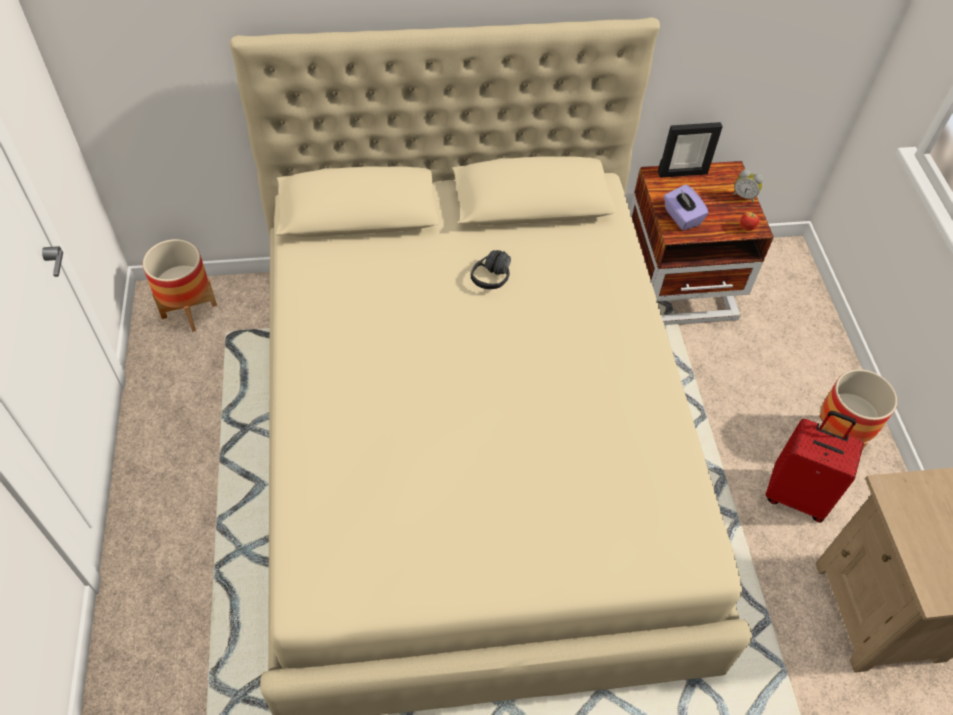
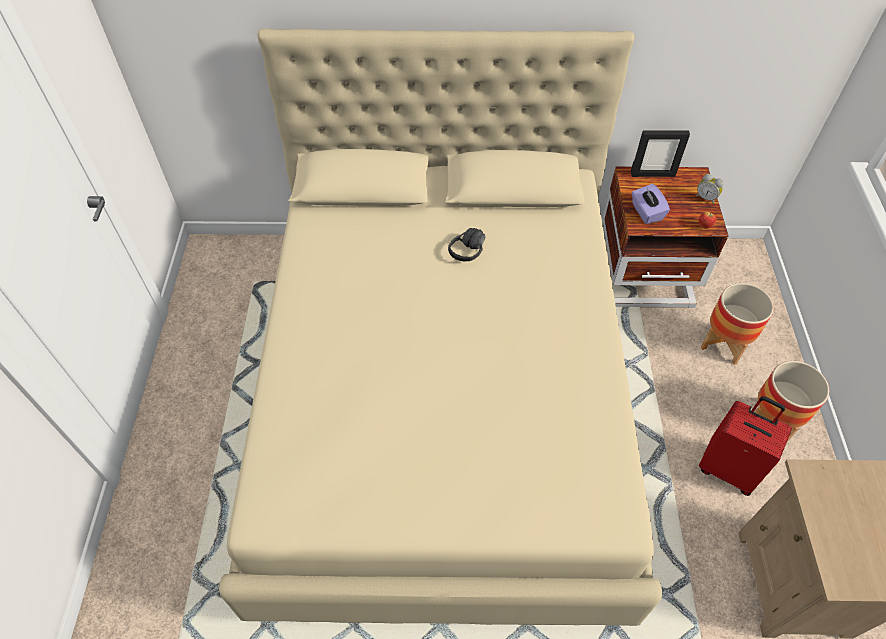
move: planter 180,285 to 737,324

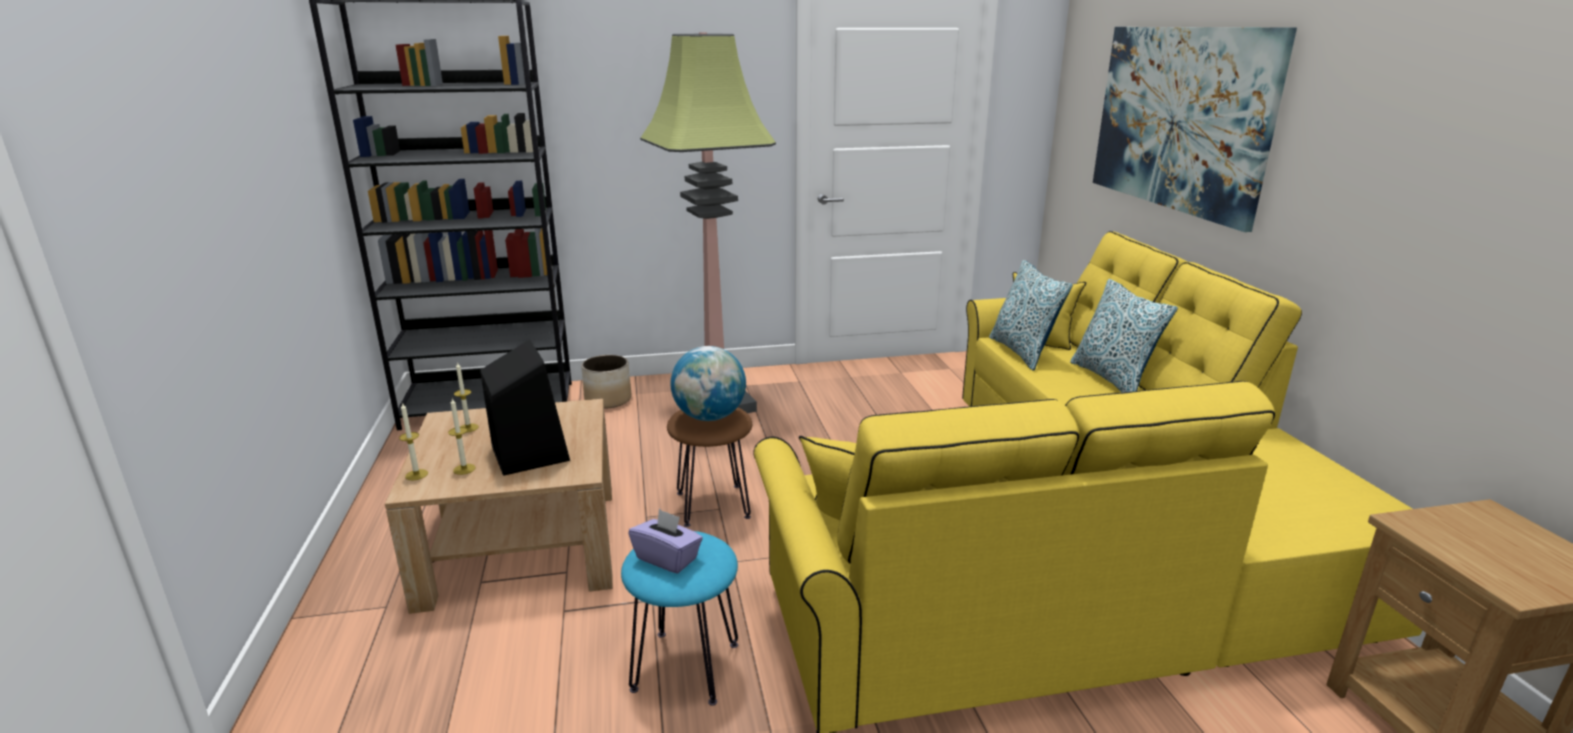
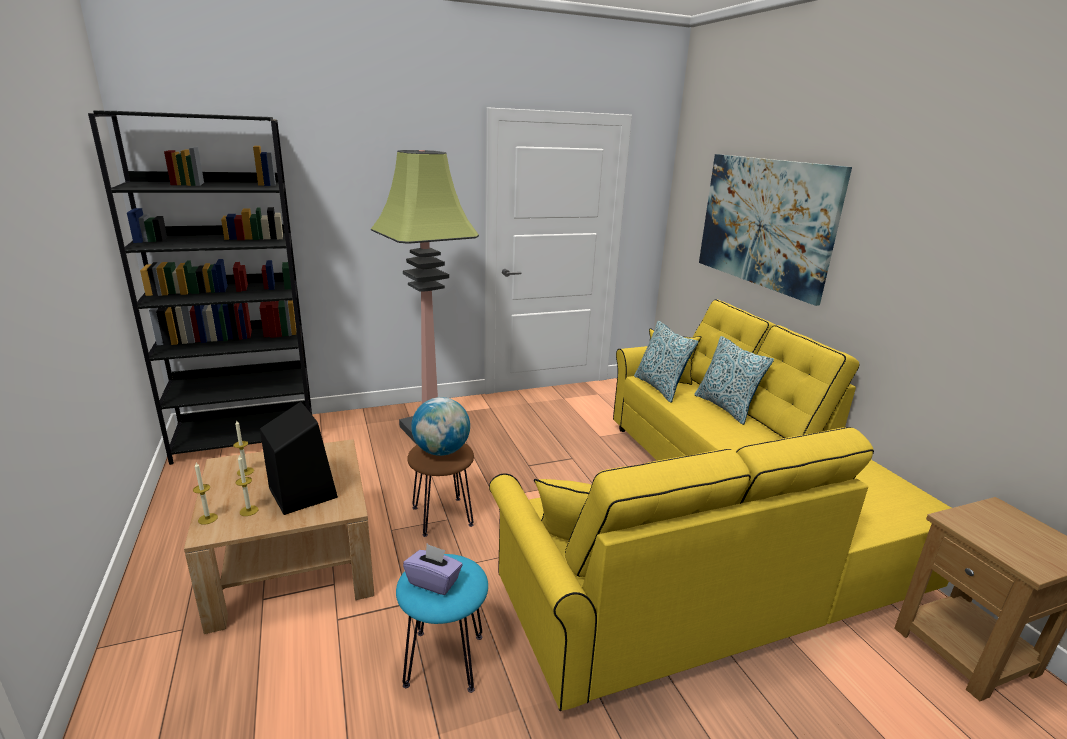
delete: planter 606,382

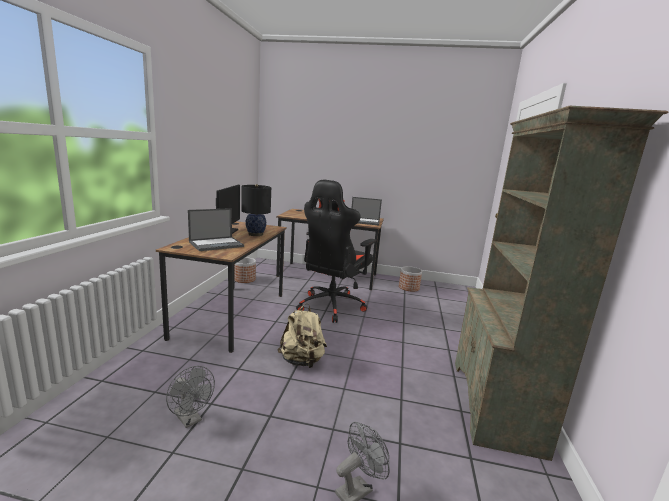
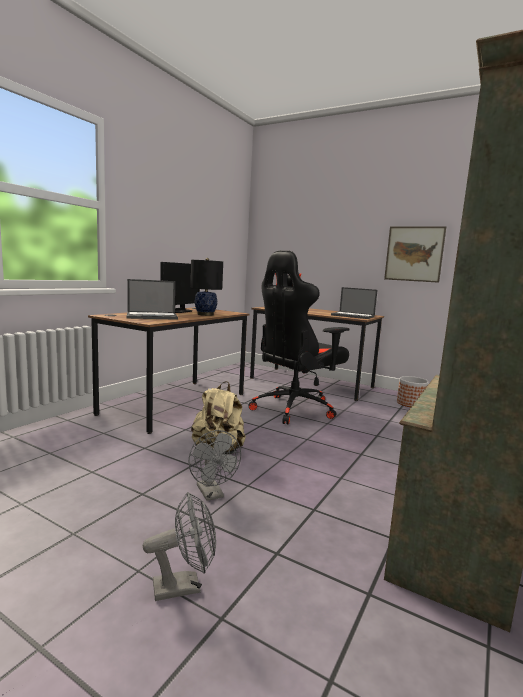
delete: planter 245,270
insert: picture 415,255
move: fan in grey 190,397 to 215,465

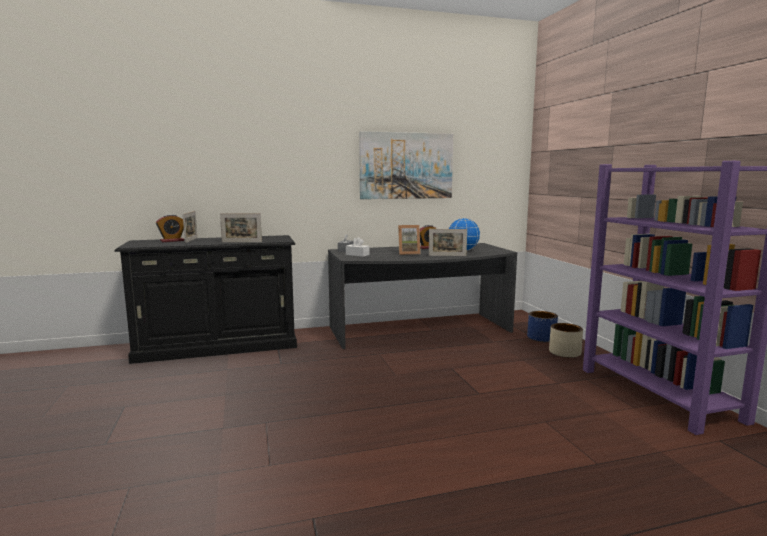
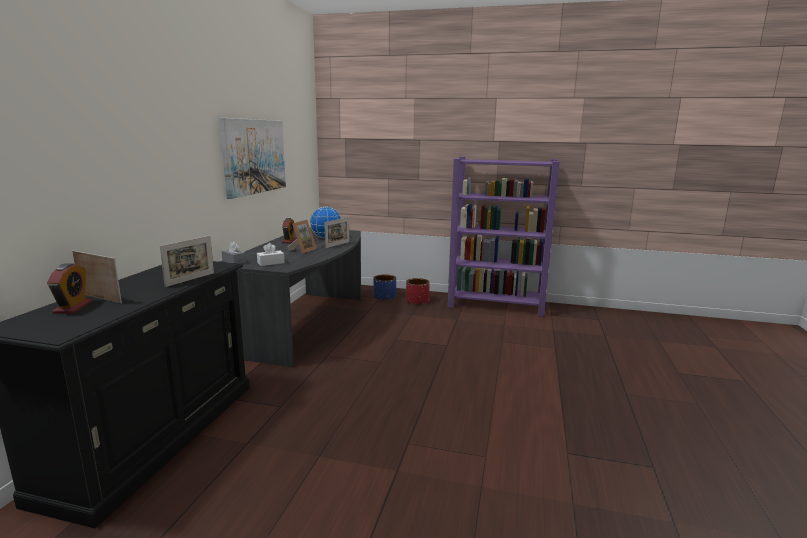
recolor: planter in beige 566,340 to planter in red 418,291

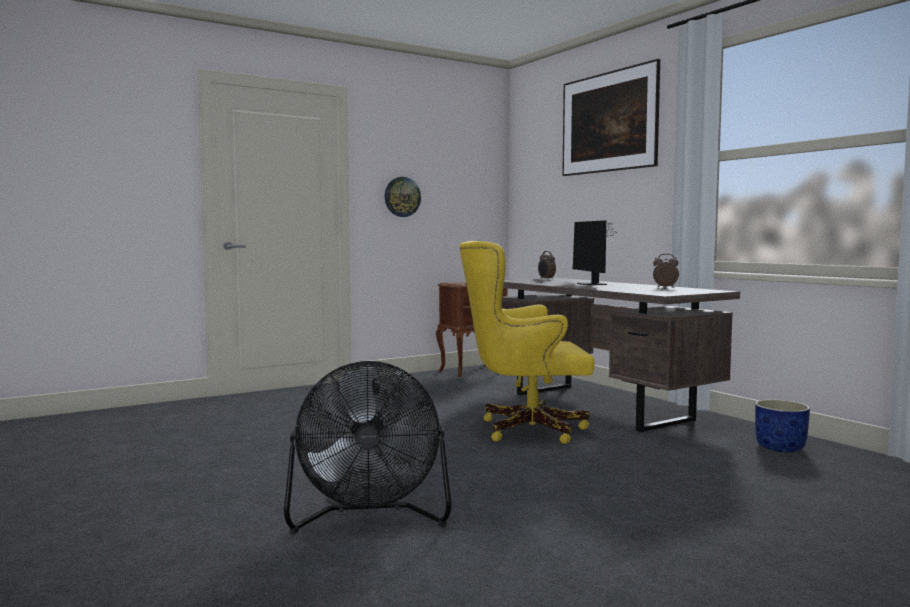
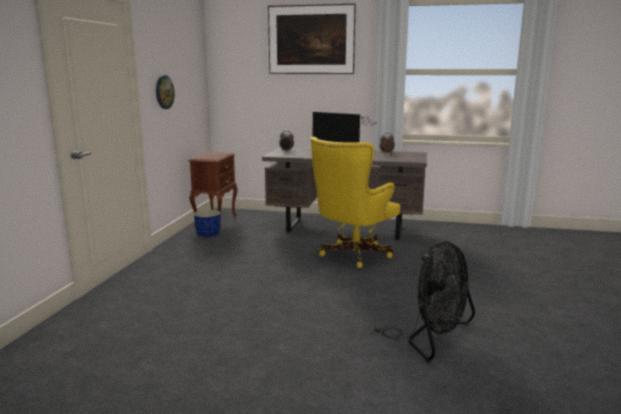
move: planter in blue 782,426 to 207,223

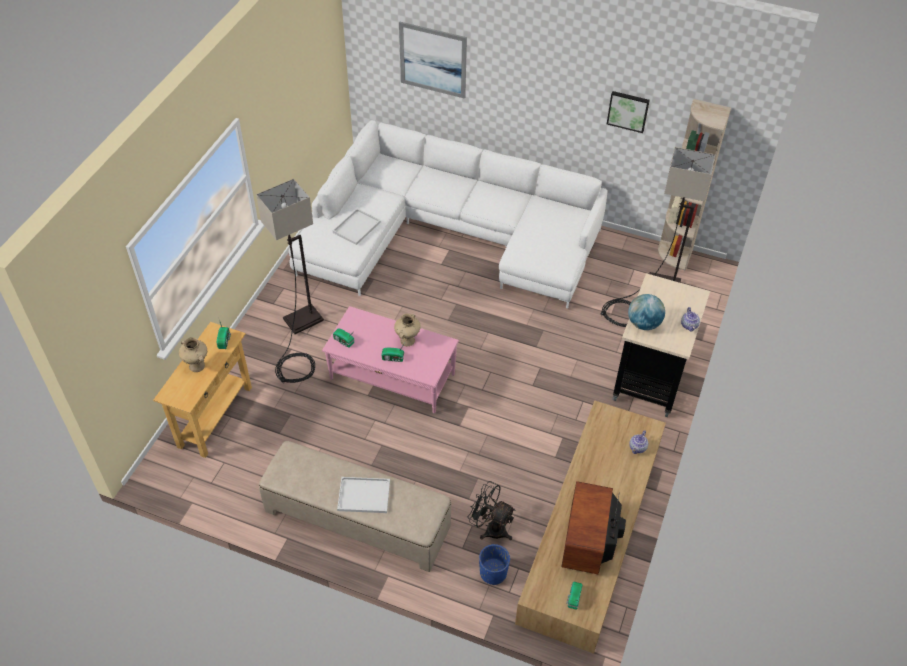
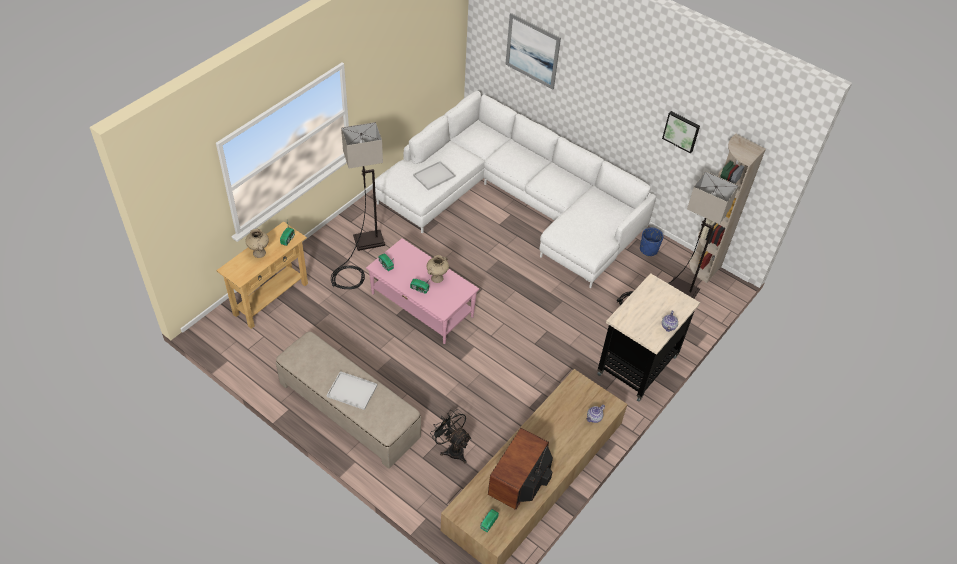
delete: globe 646,312
move: planter in blue 494,564 to 652,241

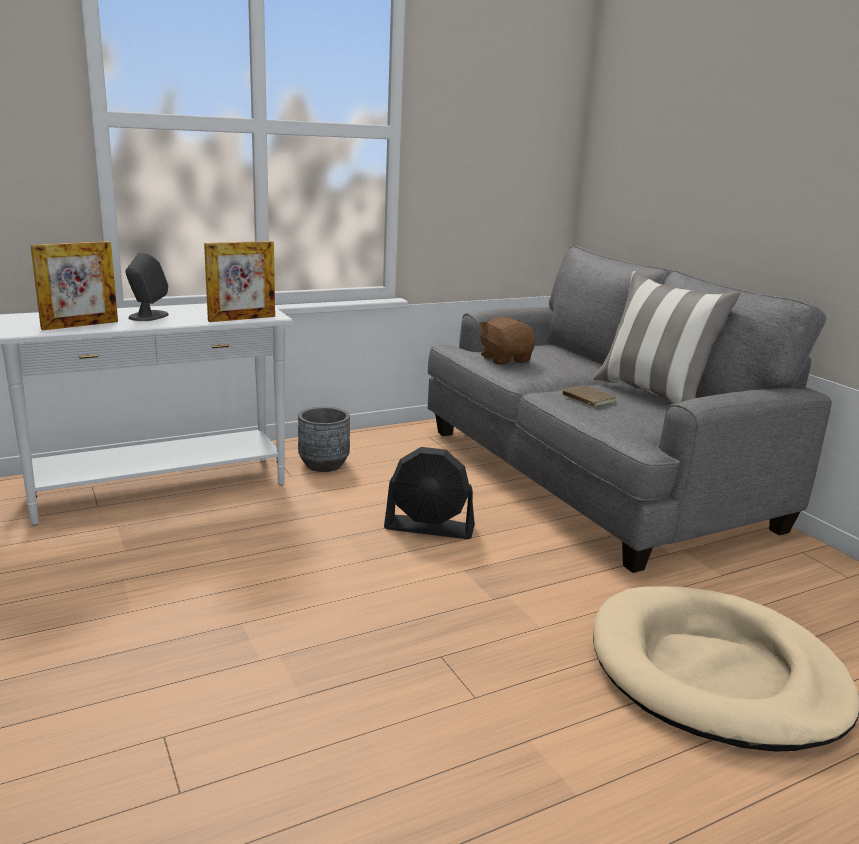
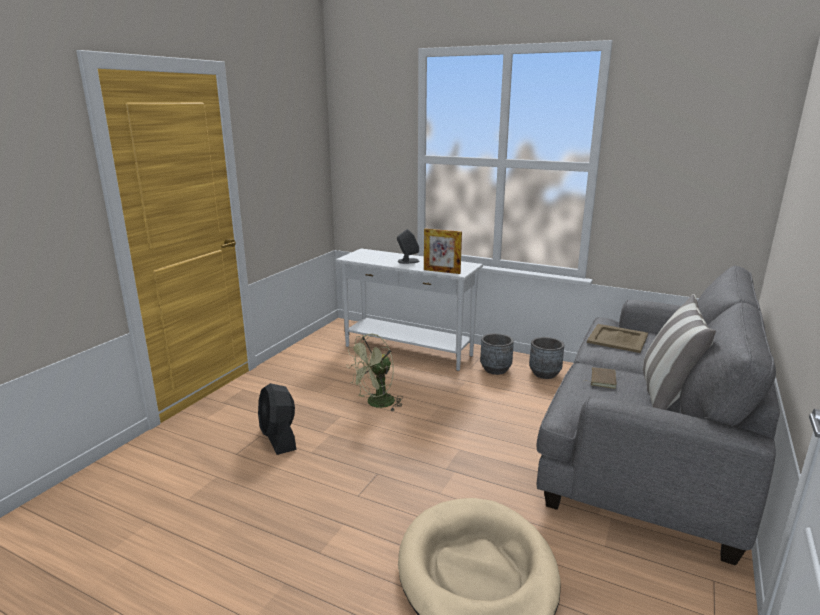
delete: picture frame 74,285
insert: fan in green 374,373; planter in grey 546,358
move: fan in black 429,493 to 277,419
replace: plush toy in brown 507,341 to tray in beige 617,338

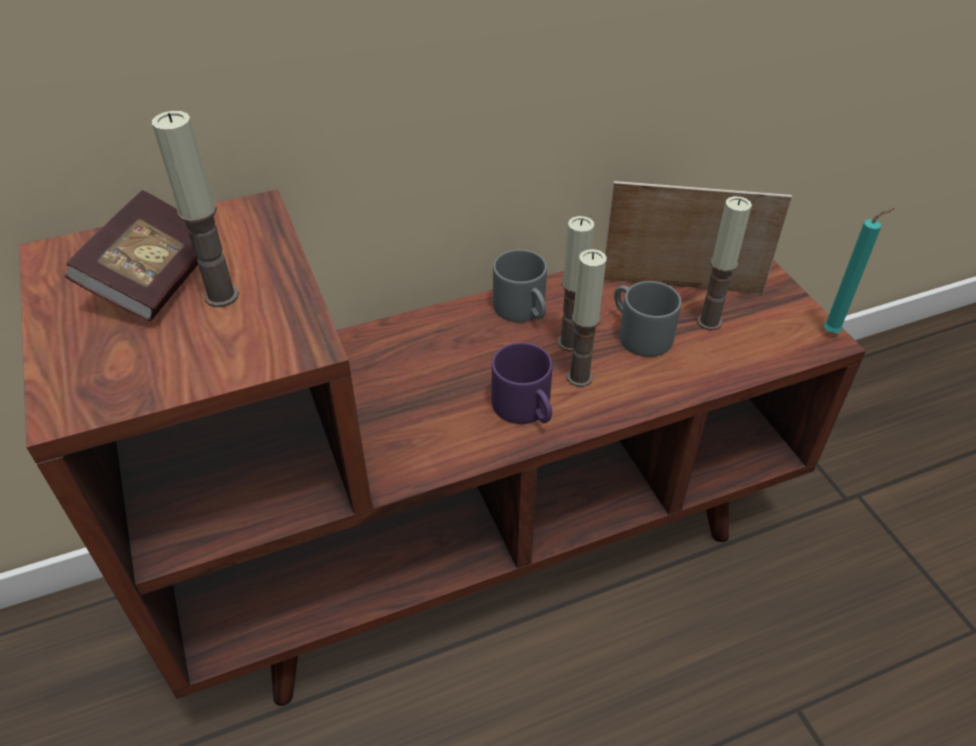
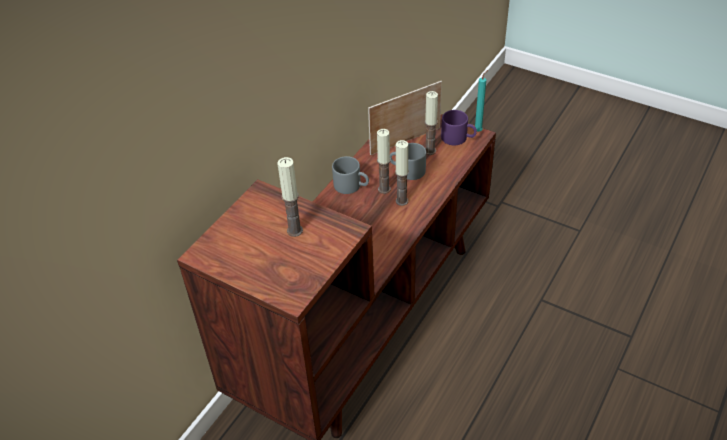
delete: book 131,255
move: mug in purple 522,383 to 459,128

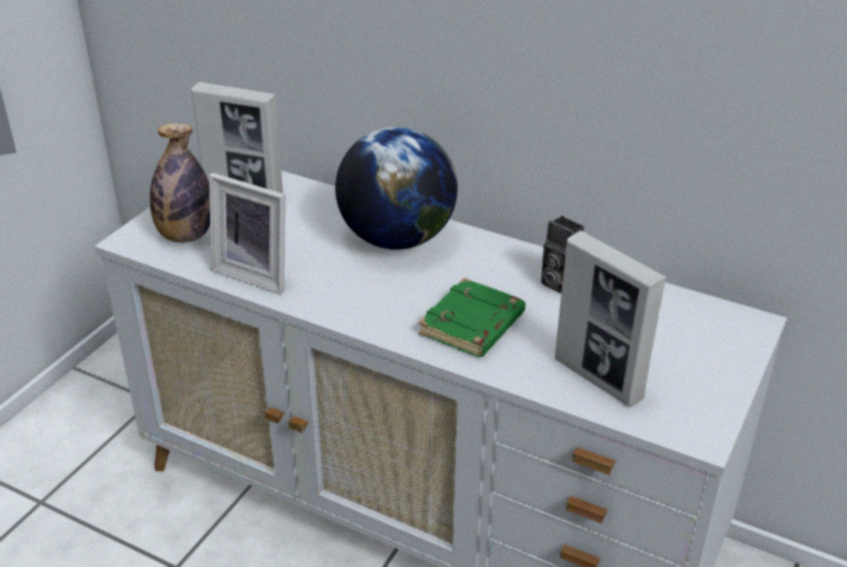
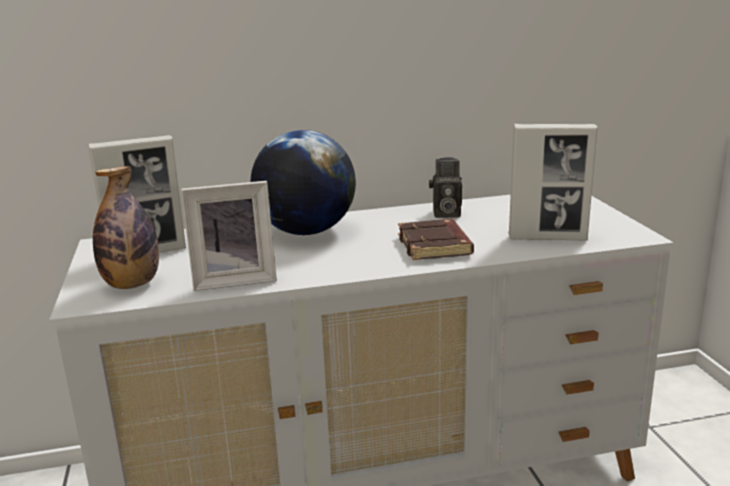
recolor: book in green 472,317 to book in brown 436,239

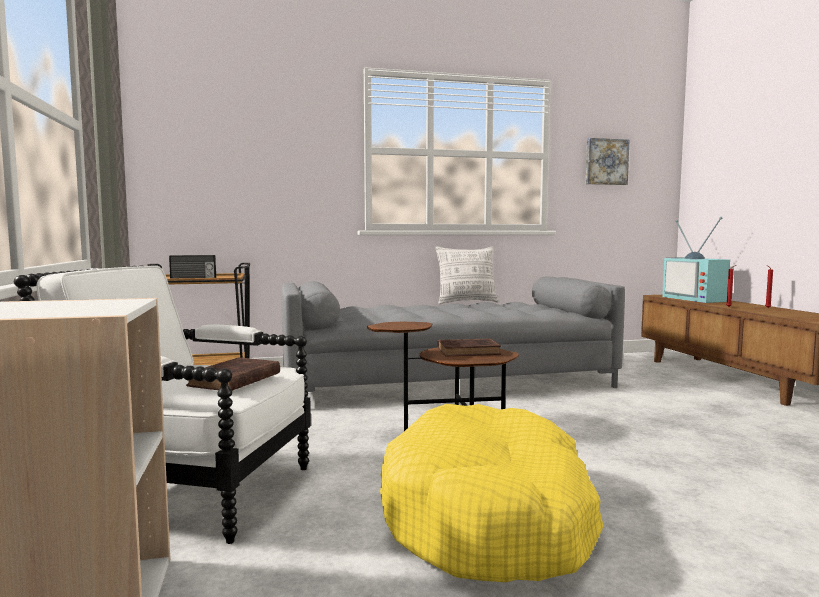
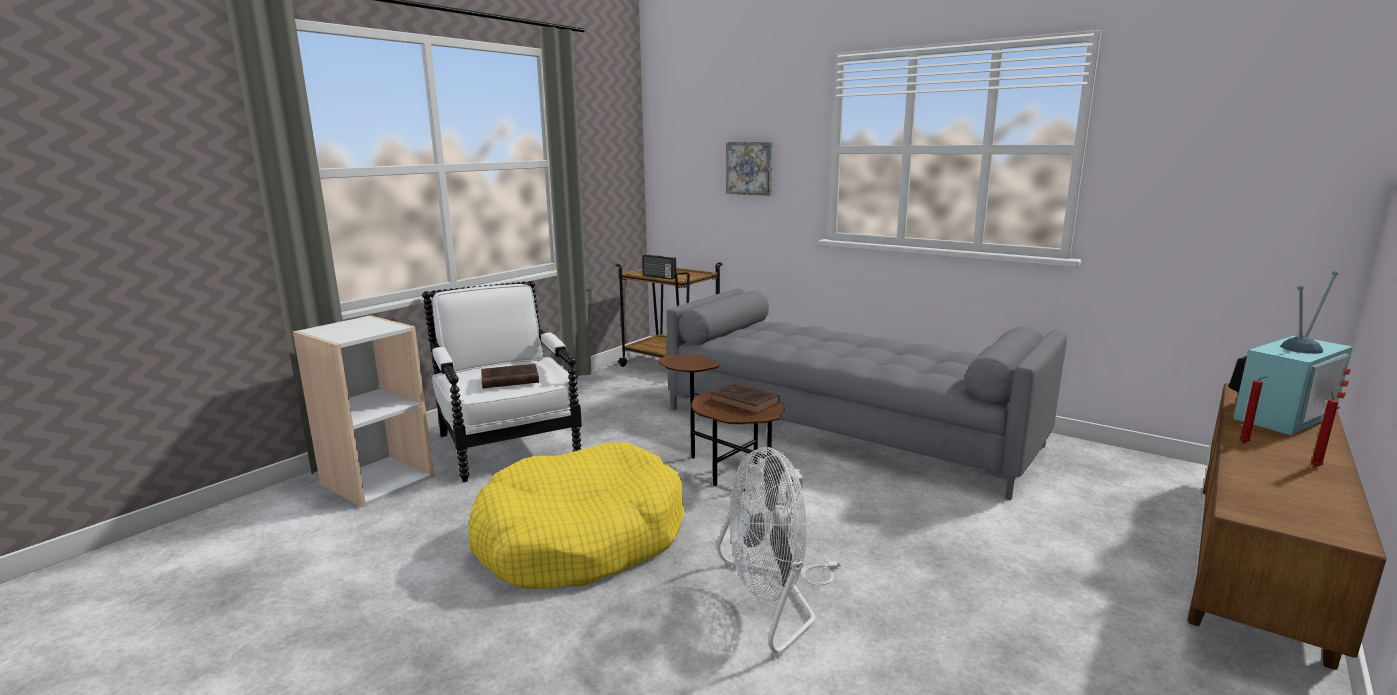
delete: pillow 467,275
insert: fan in white 778,553
move: picture 608,161 to 749,169
rotate: television 696,260 = 1290,353 150 degrees counterclockwise

